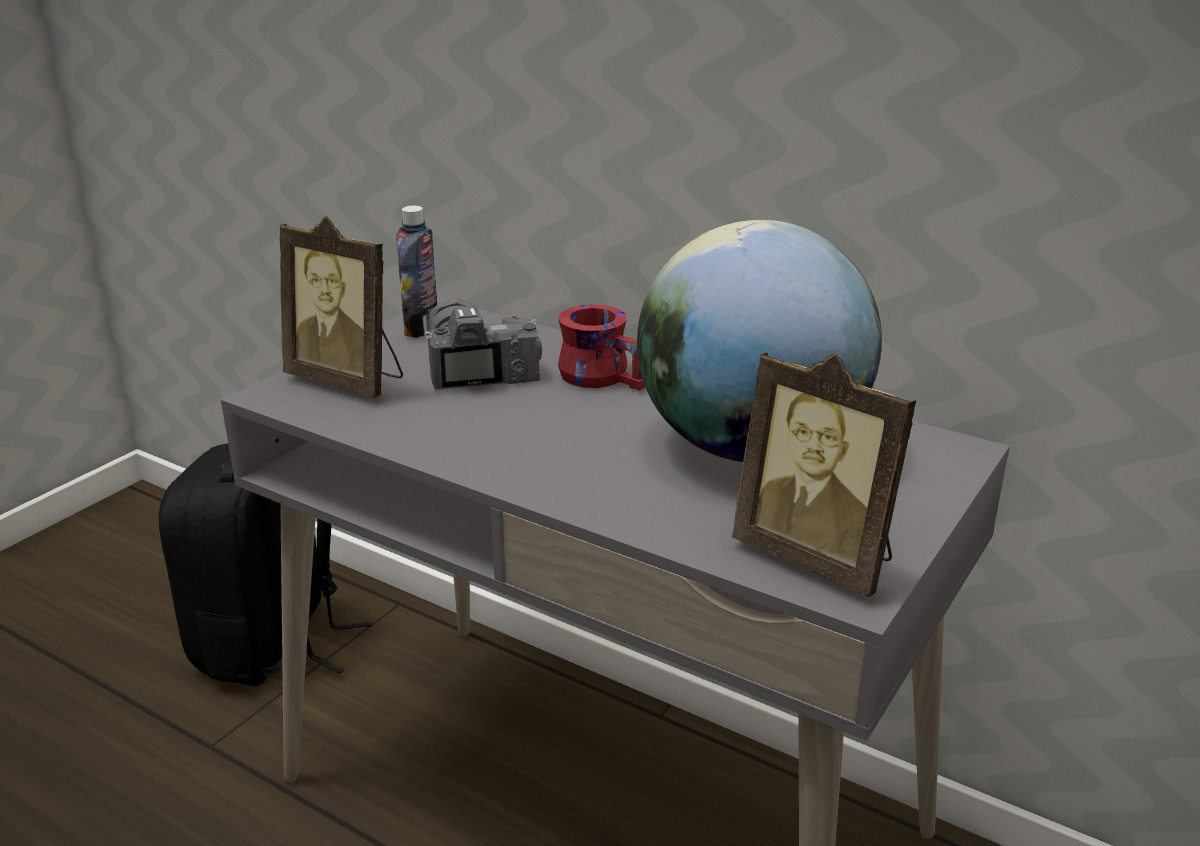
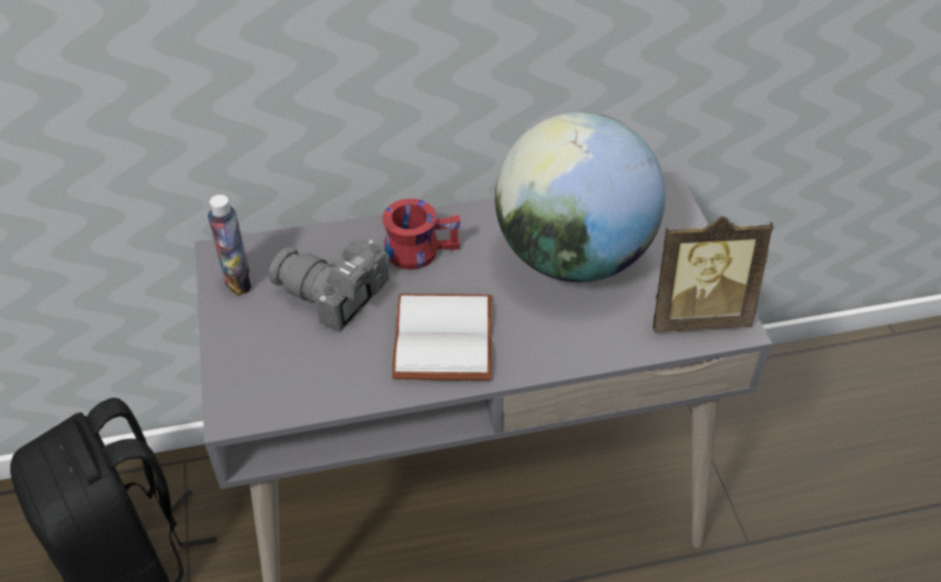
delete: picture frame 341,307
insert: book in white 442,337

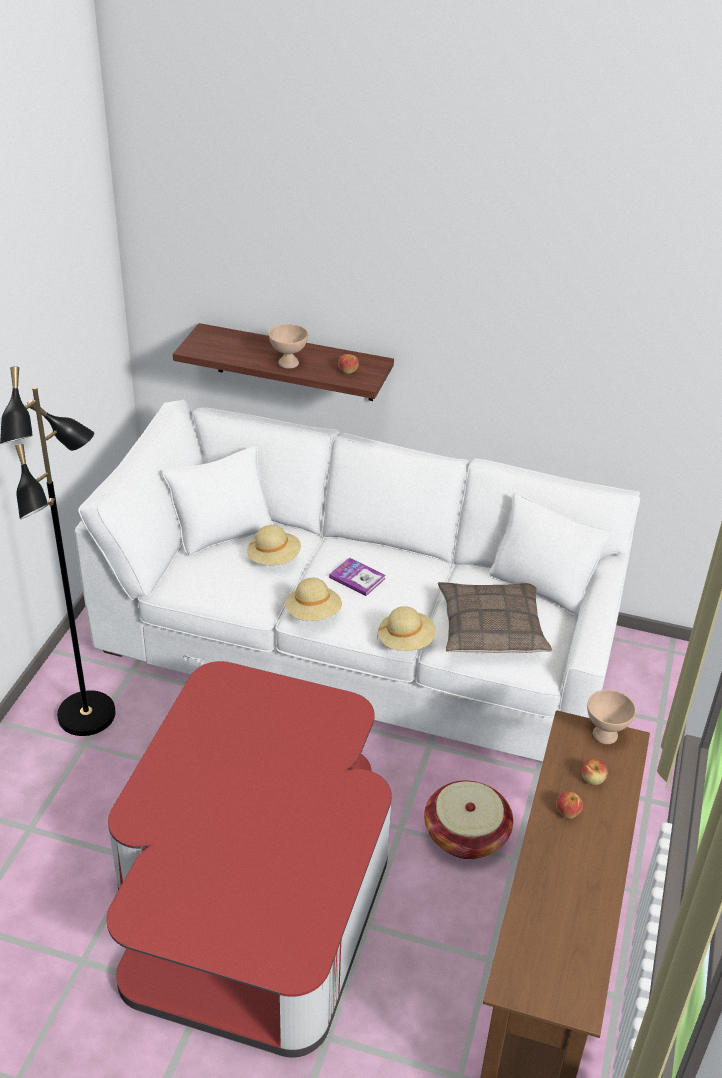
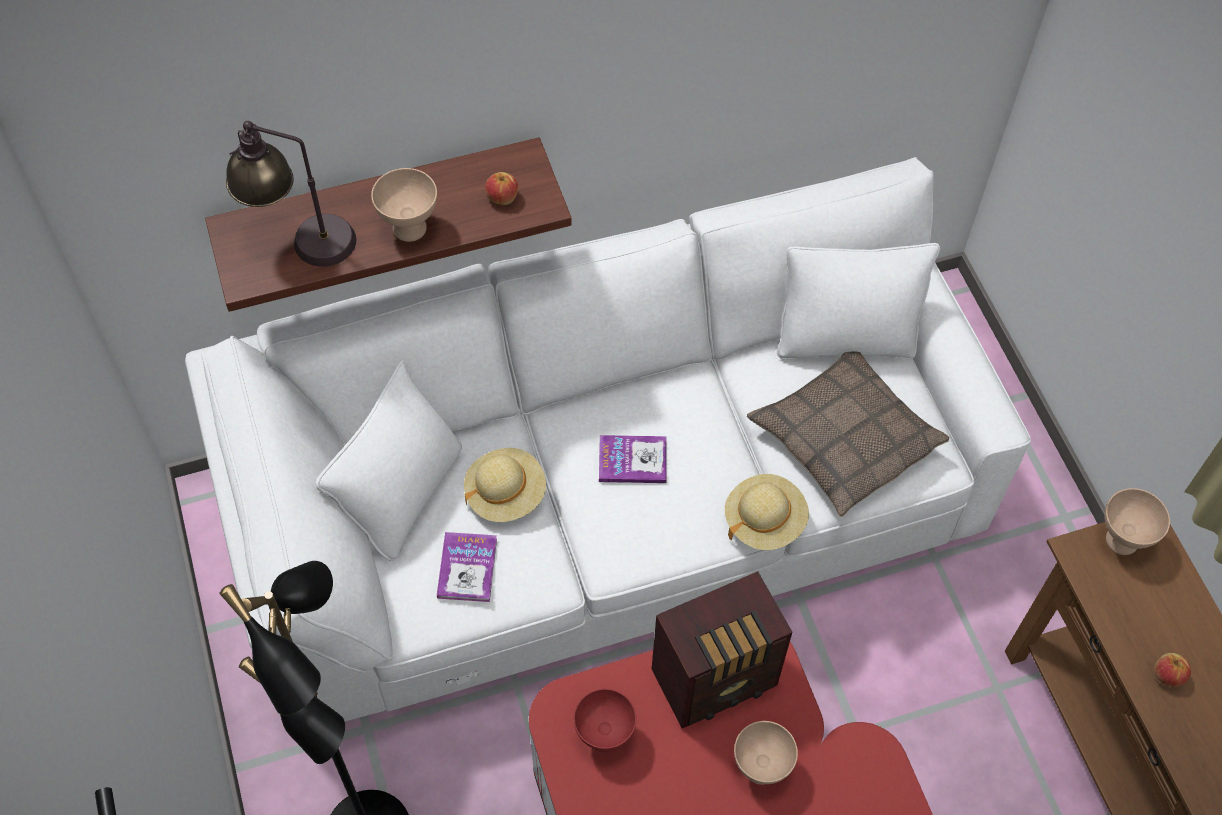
delete: hat in beige 313,599; basket 468,819; apple 595,772
insert: table lamp 291,194; book 467,567; bowl in red 605,720; radio 722,649; bowl in beige 766,753

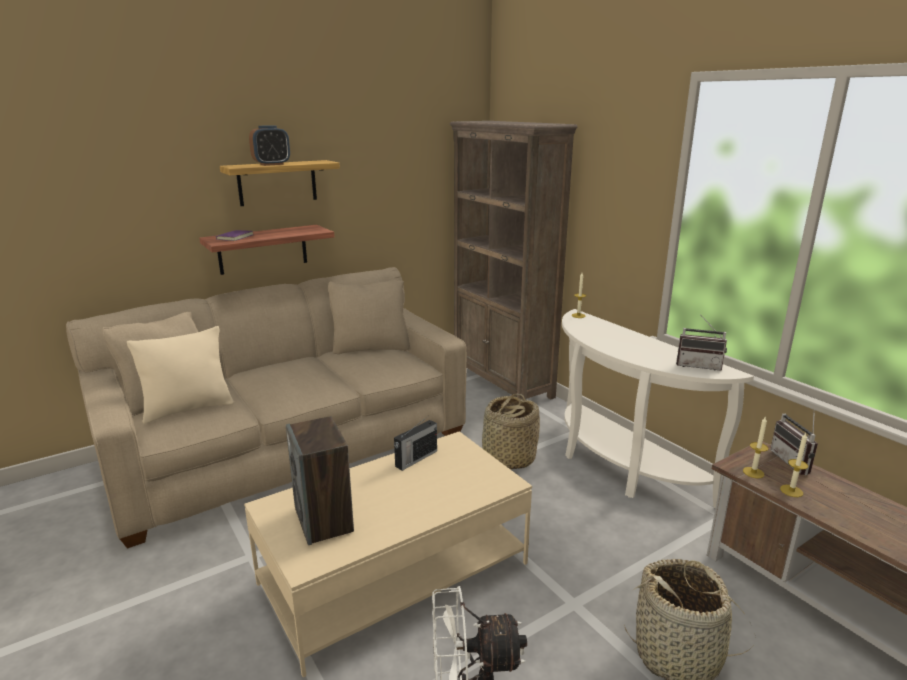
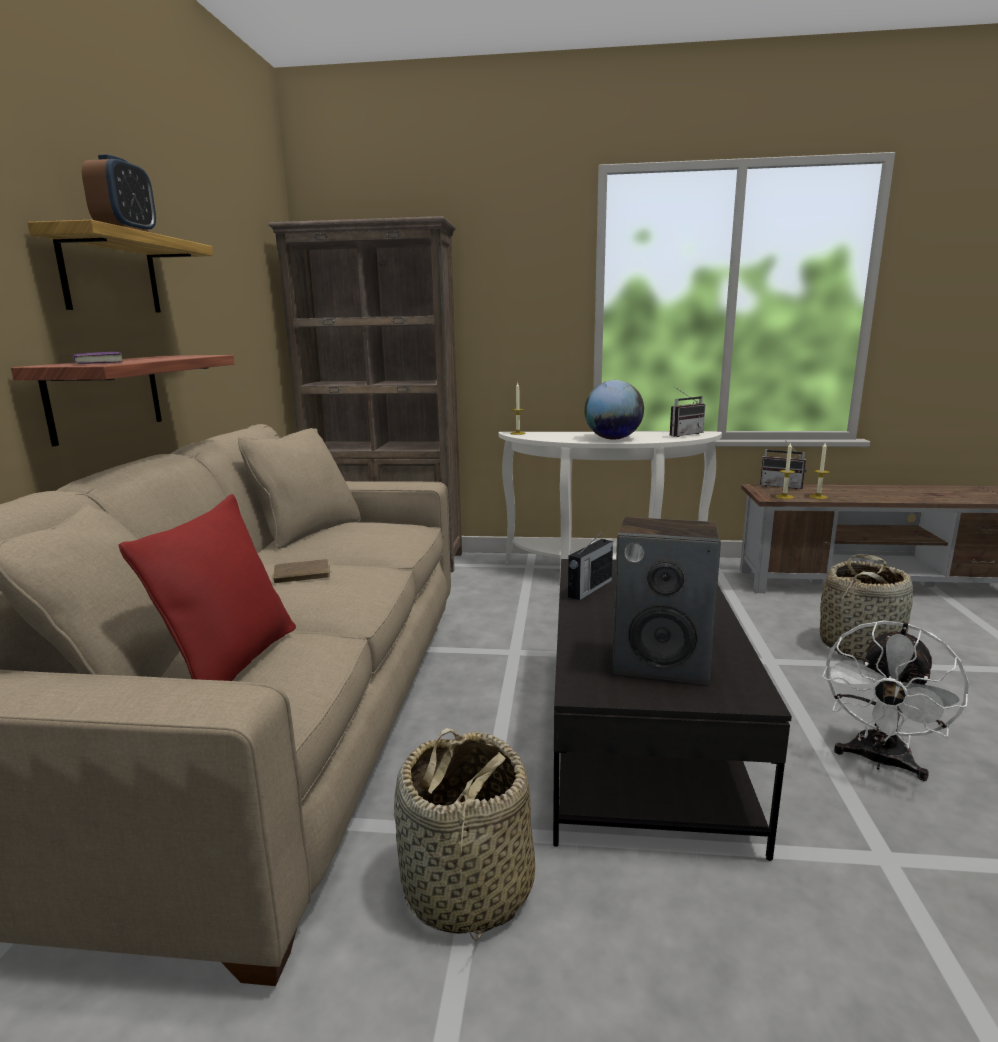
insert: book in brown 302,571; globe 614,410
move: basket 511,431 to 464,834
recolor: pillow in beige 180,375 to pillow in red 207,587; coffee table in beige 388,554 to coffee table in black 672,710
rotate: radio 415,444 = 590,566 45 degrees clockwise

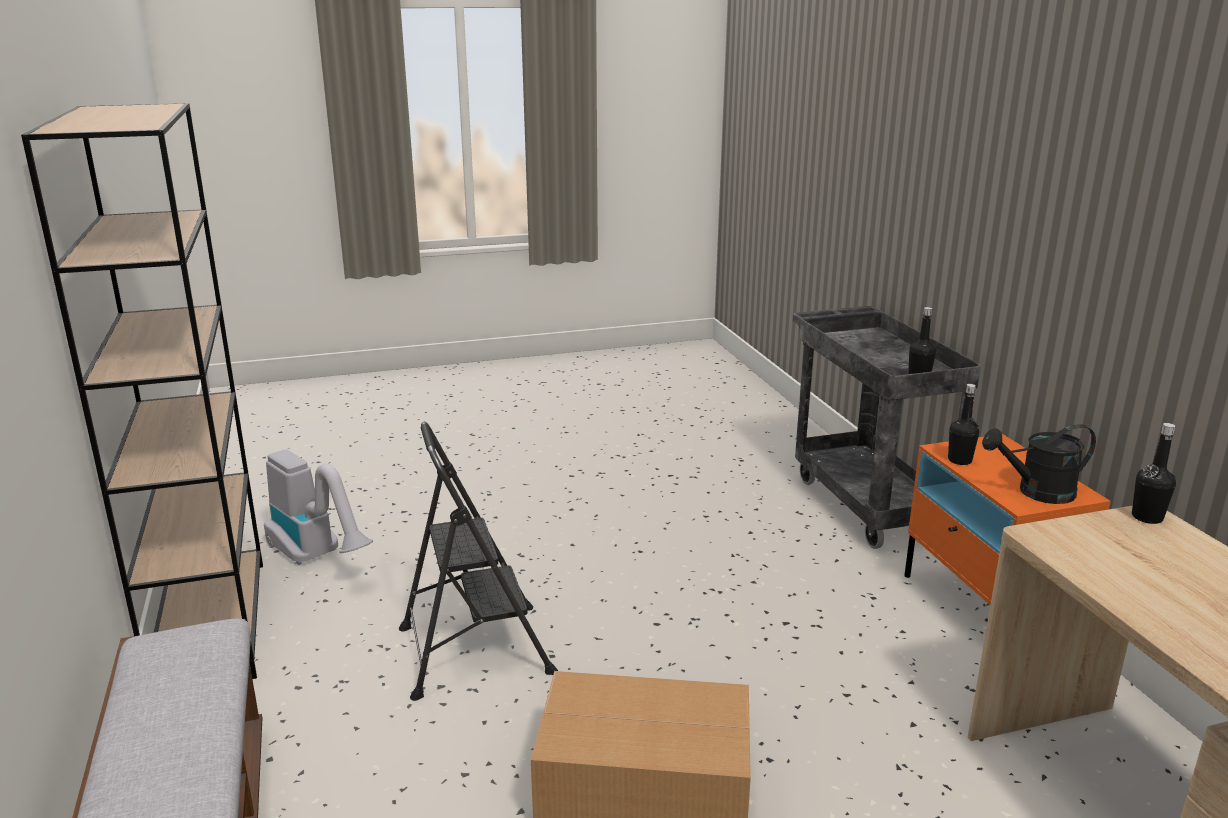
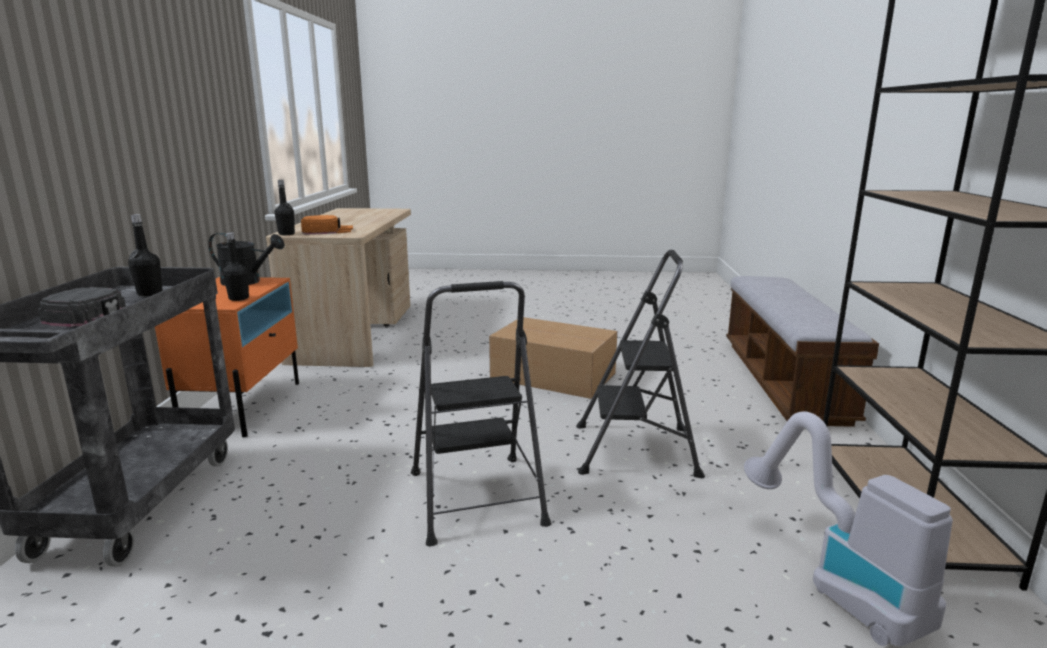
insert: cap in black 82,307; cap in orange 327,225; step ladder in black 481,413

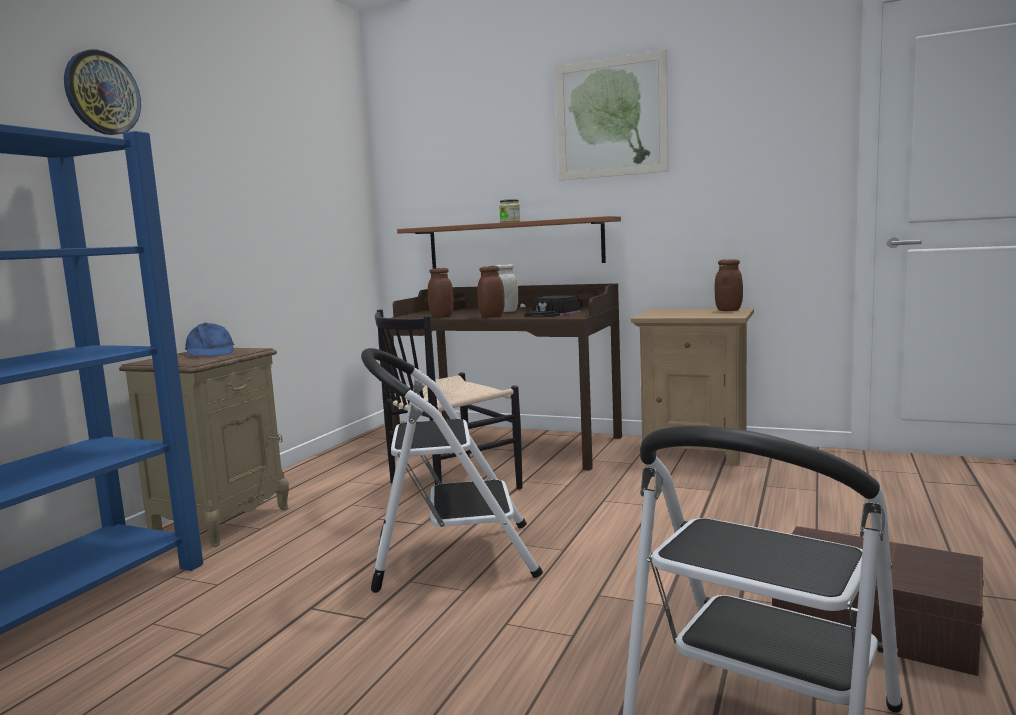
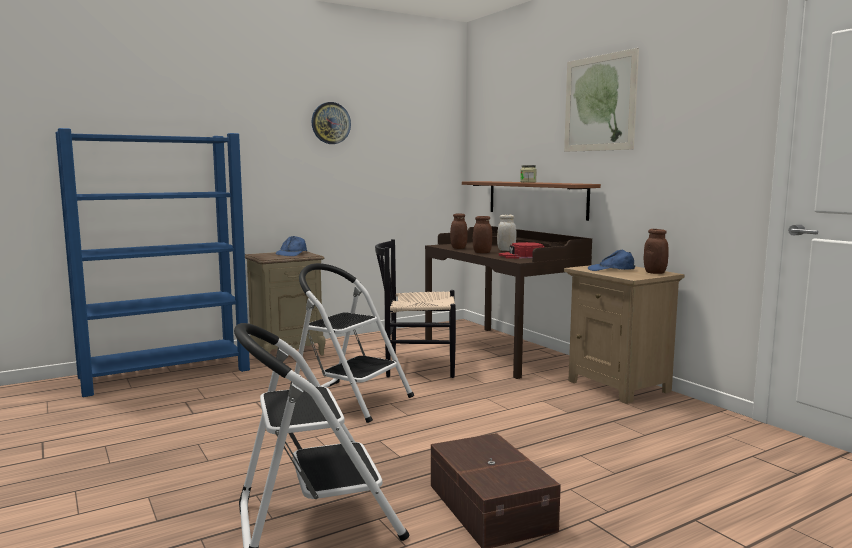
insert: cap in blue 611,260
move: wall clock 102,92 to 331,123
recolor: cap in black 552,306 to cap in red 521,250

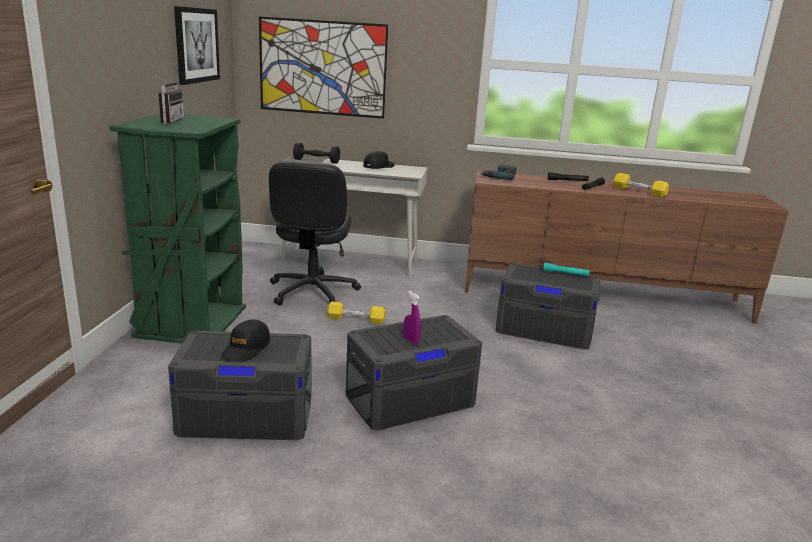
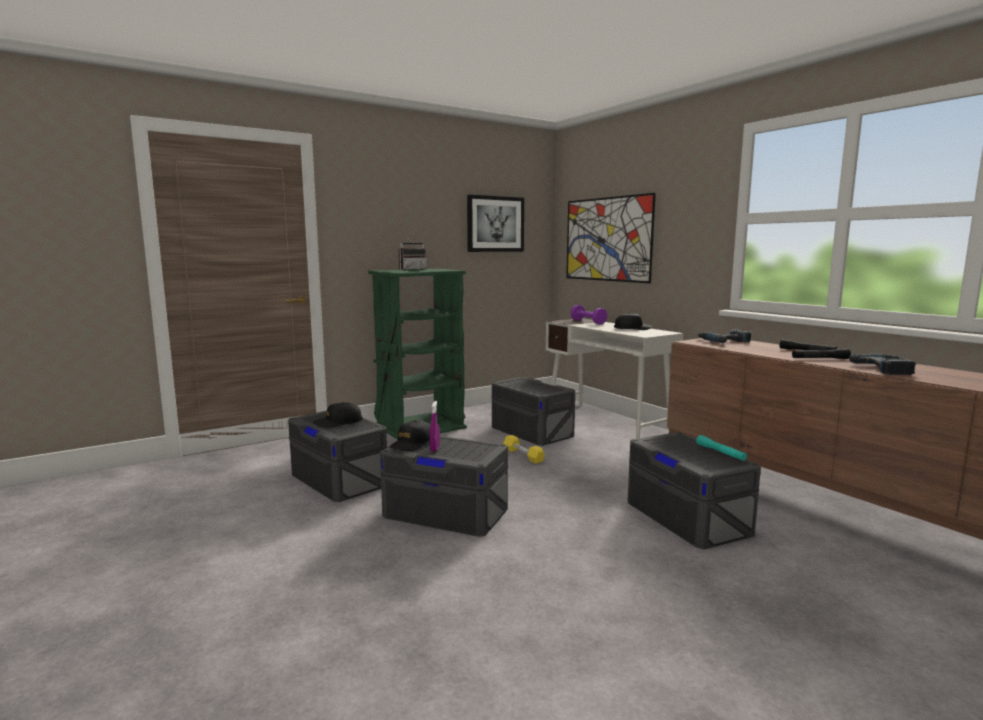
insert: cap in black 409,435
replace: office chair in black 315,233 to storage box in grey 533,411; dumbbell in yellow 641,185 to power drill 882,364
recolor: dumbbell in black 316,153 to dumbbell in purple 589,314

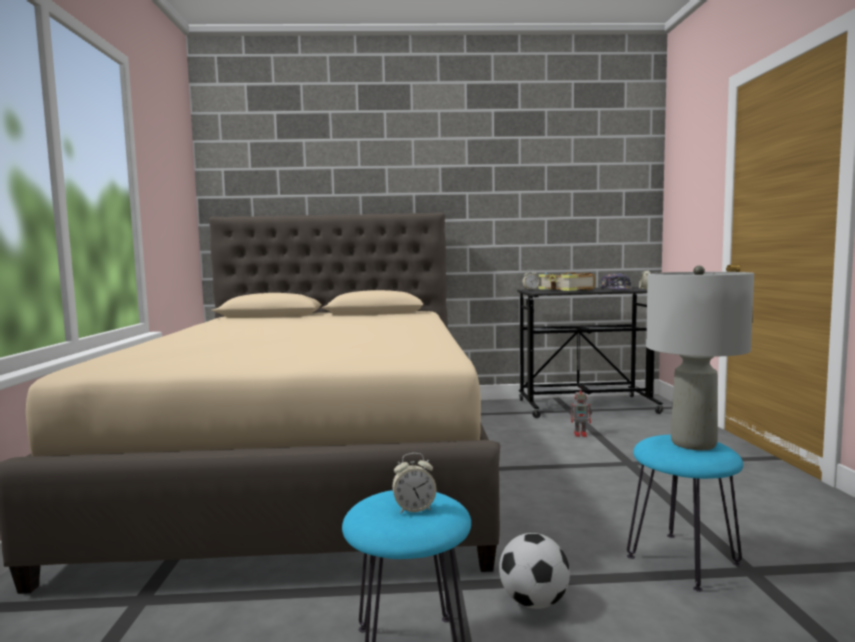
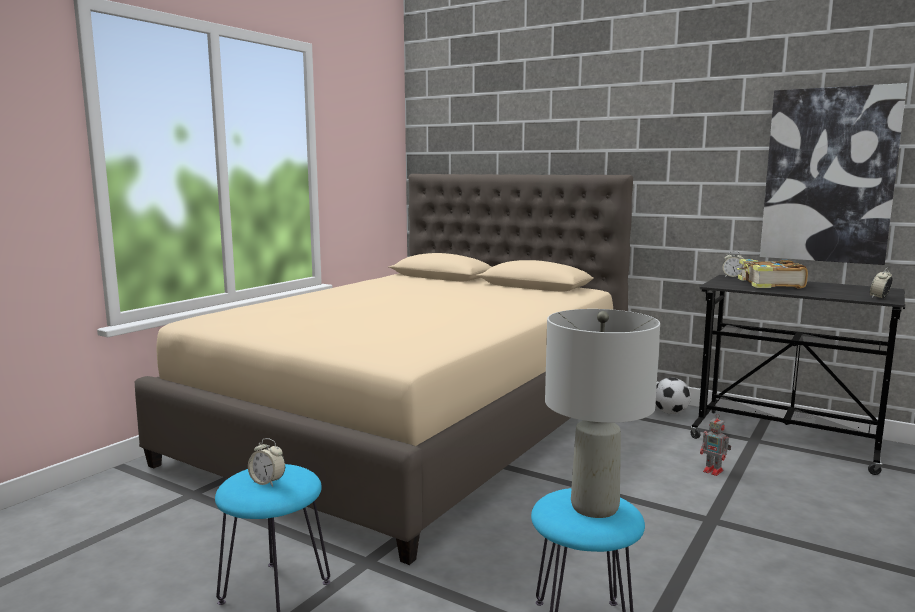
delete: cap 616,281
insert: picture 833,174
move: football 534,571 to 673,396

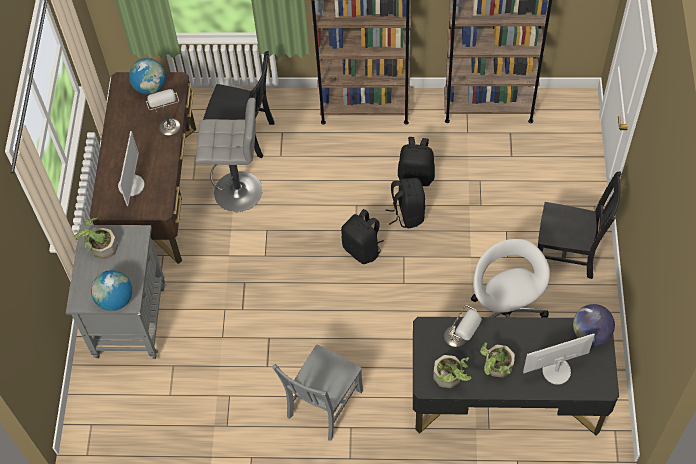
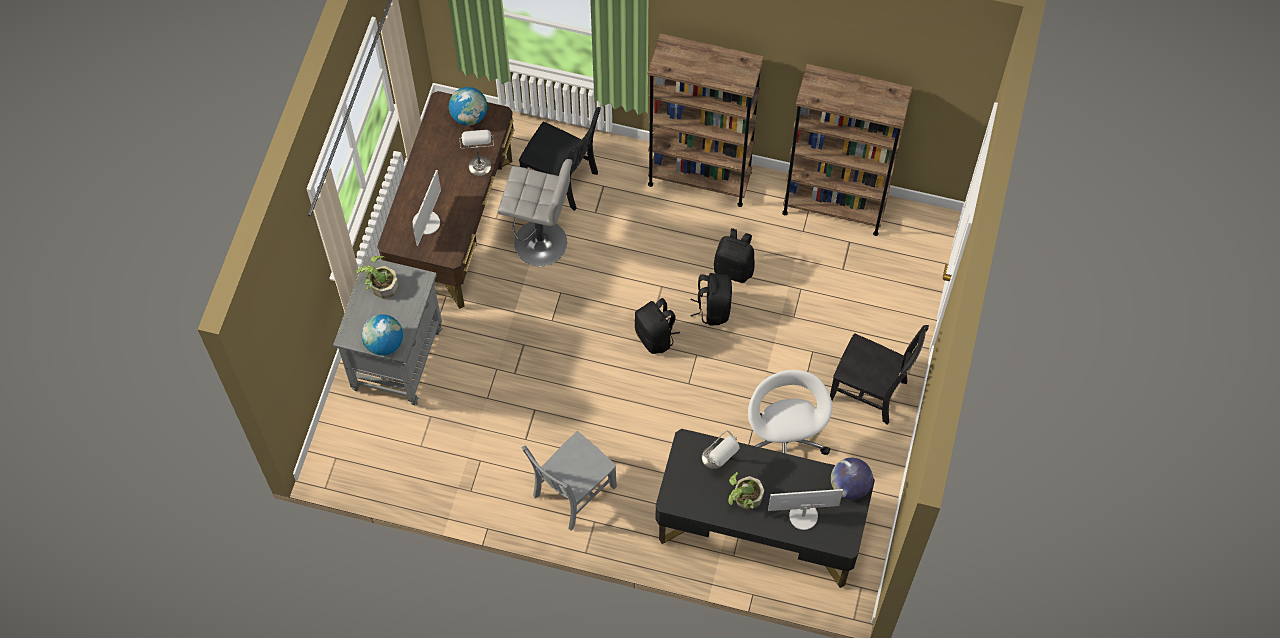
delete: potted plant 452,371

